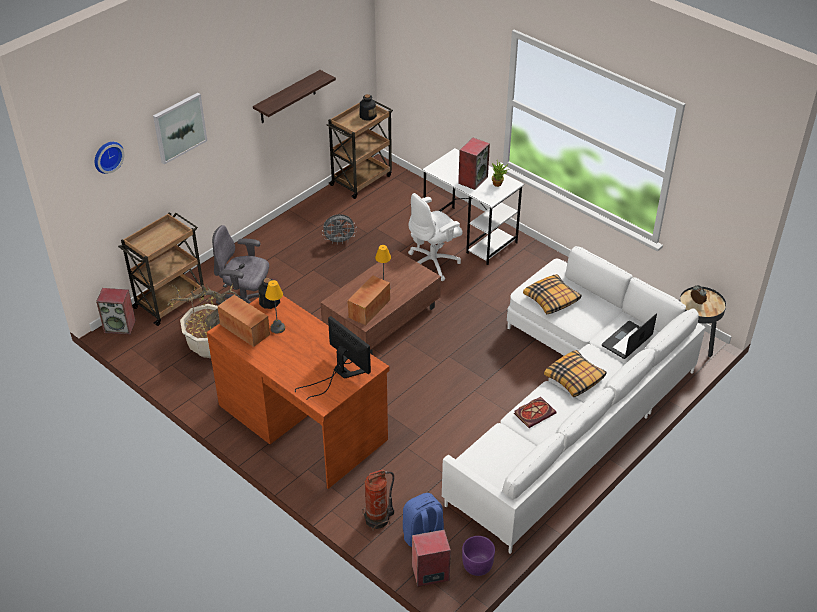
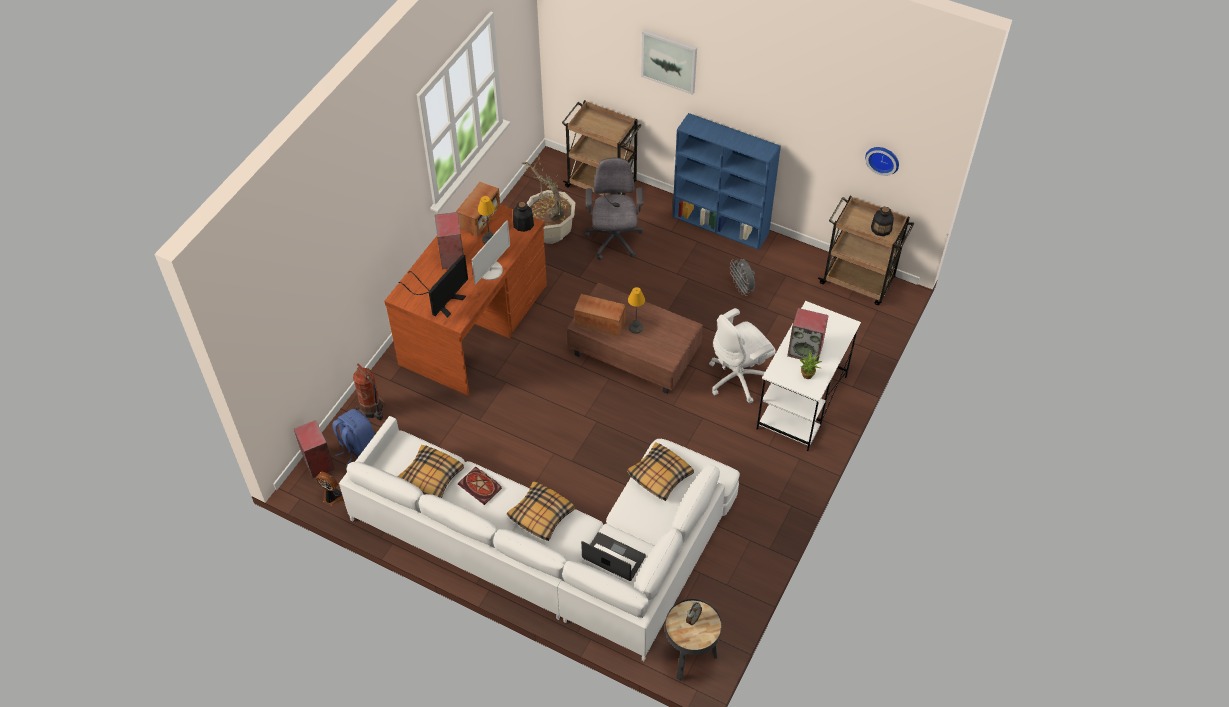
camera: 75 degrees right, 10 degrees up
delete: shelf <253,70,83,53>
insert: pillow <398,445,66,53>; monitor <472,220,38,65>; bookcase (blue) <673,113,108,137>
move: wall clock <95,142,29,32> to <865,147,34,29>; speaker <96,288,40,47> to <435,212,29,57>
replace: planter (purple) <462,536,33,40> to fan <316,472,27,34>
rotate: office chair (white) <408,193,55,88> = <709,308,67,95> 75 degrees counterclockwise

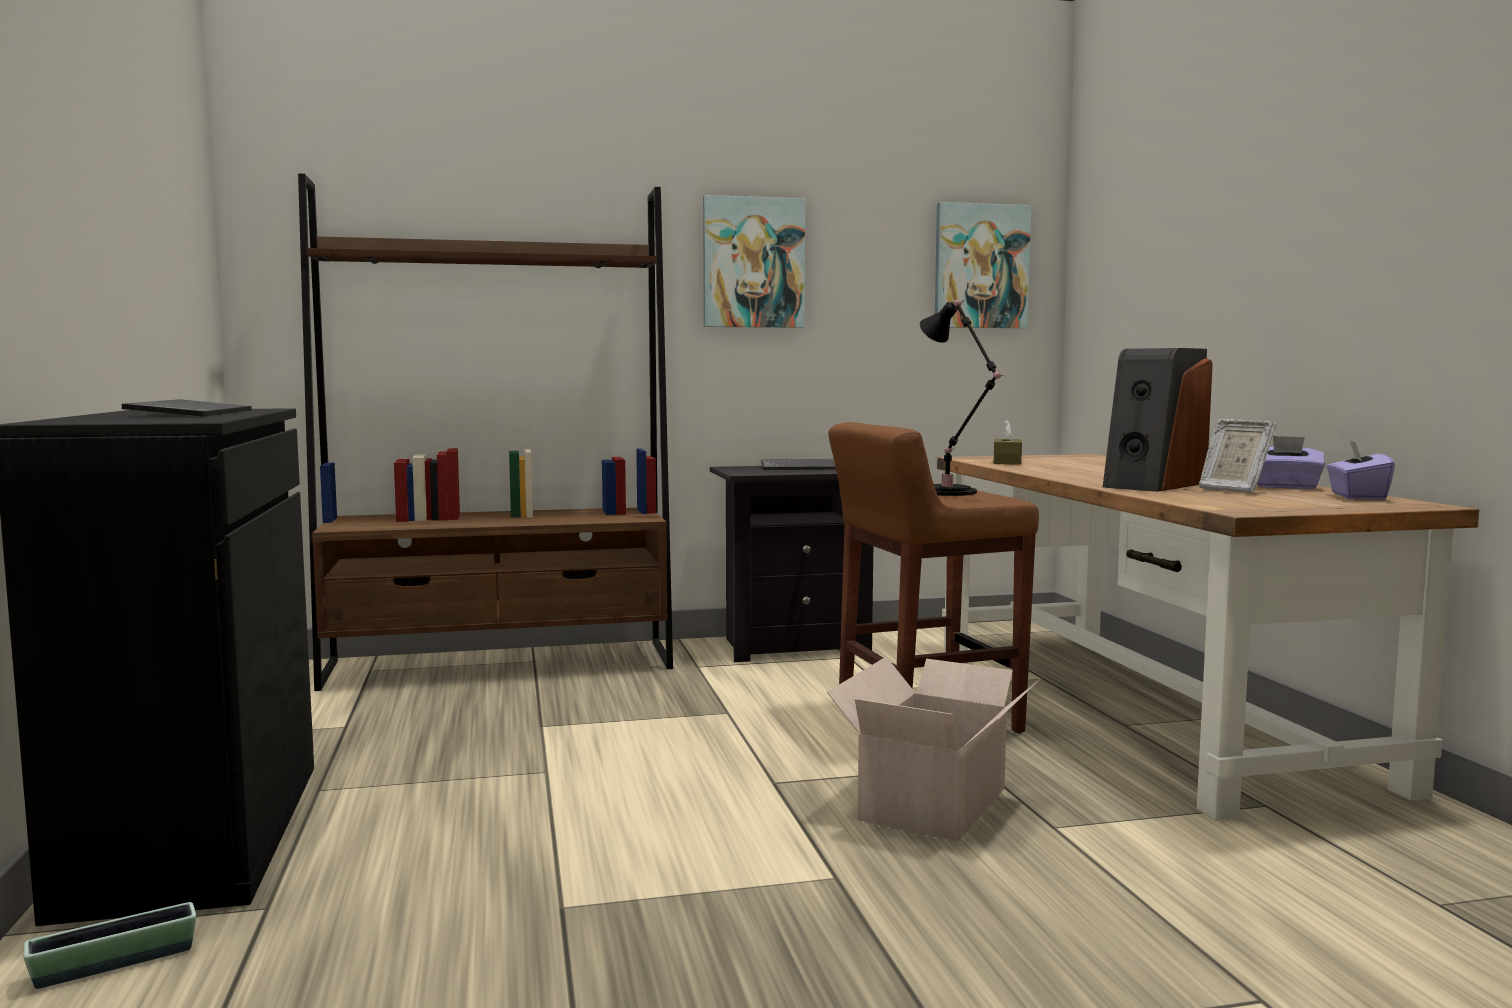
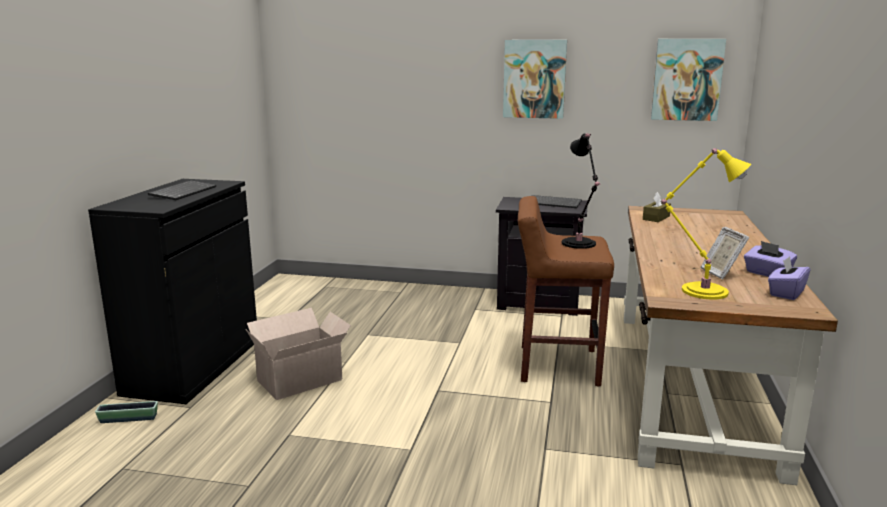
camera: 25 degrees right, 10 degrees up
delete: bookcase (brown) <298,173,375,518>; speaker <1103,348,110,144>
insert: table lamp (yellow) <661,148,90,152>
move: cardboard box <827,657,214,185> to <246,308,105,92>

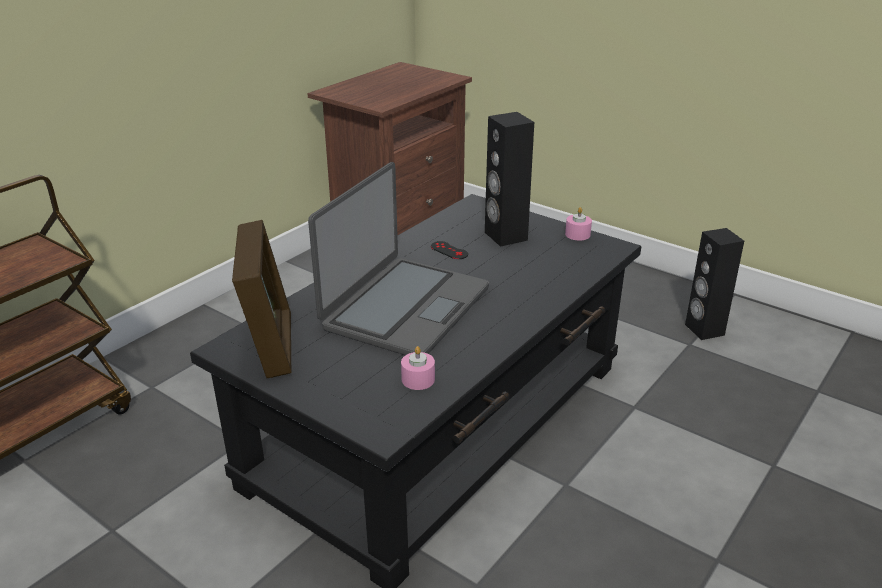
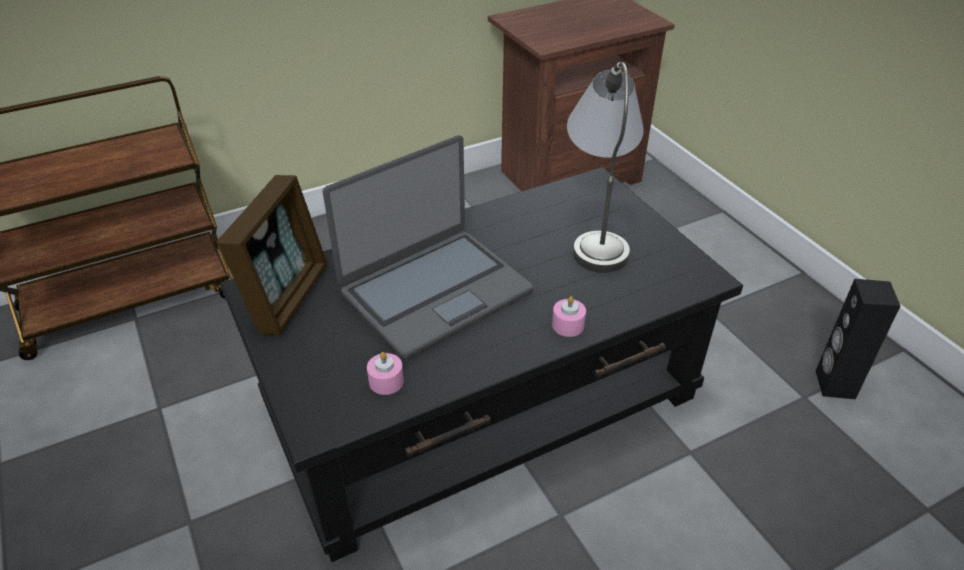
camera: 25 degrees right, 10 degrees up
delete: game controller (black) <431,241,37,18>
move: candle (pink) <565,207,27,33> to <552,296,34,41>
replace: speaker (black) <485,112,49,135> to table lamp (grey) <567,62,77,211>

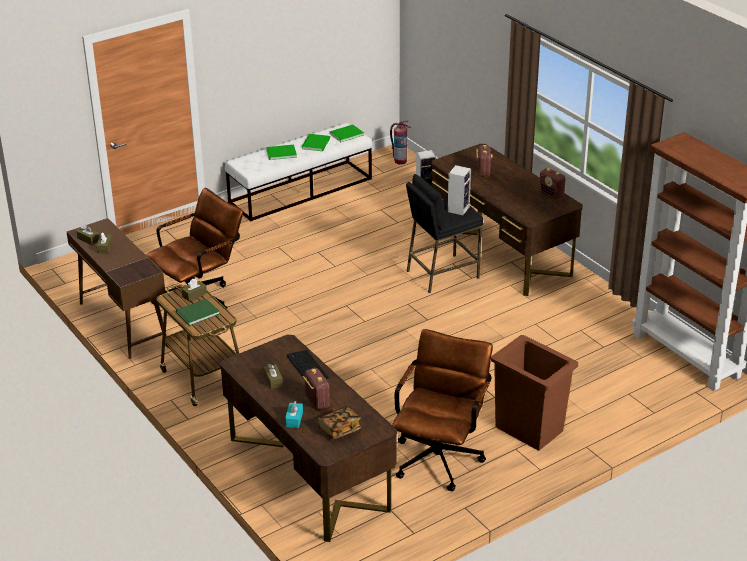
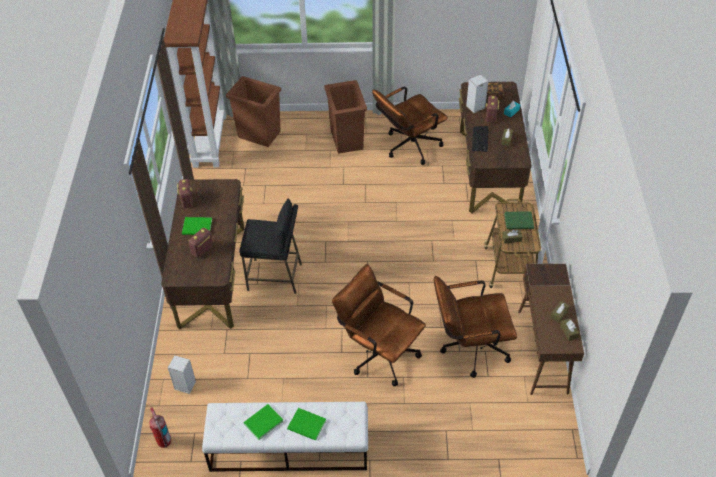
camera: 145 degrees left, 15 degrees up
insert: trash can (brown) <226,76,55,71>; office chair (brown) <332,264,94,123>
move: book (green) <329,125,35,17> to <182,217,30,18>; speaker <448,165,23,50> to <466,74,22,39>

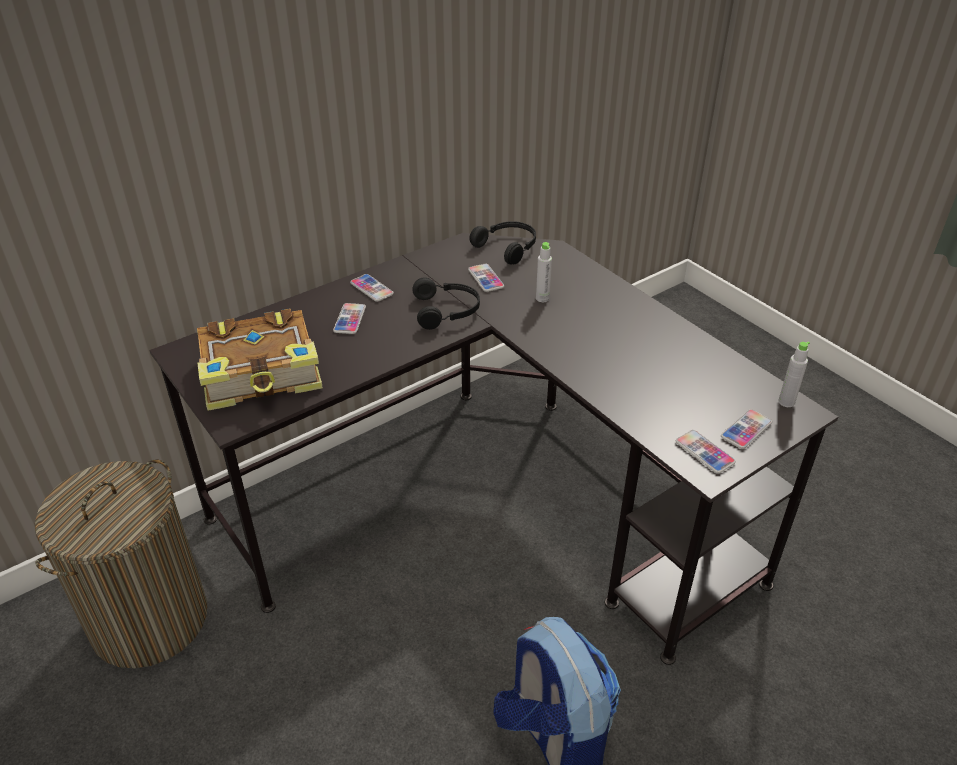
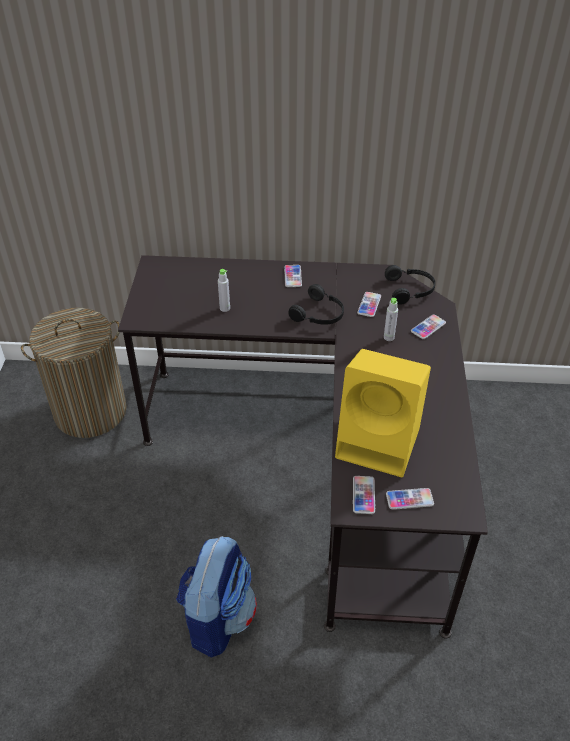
camera: 40 degrees right, 5 degrees up
delete: book <197,309,126,102>
insert: speaker (yellow) <335,349,96,128>
move: phone <333,303,33,31> to <411,314,35,25>; bottle (grey) <778,341,32,66> to <218,269,12,43>

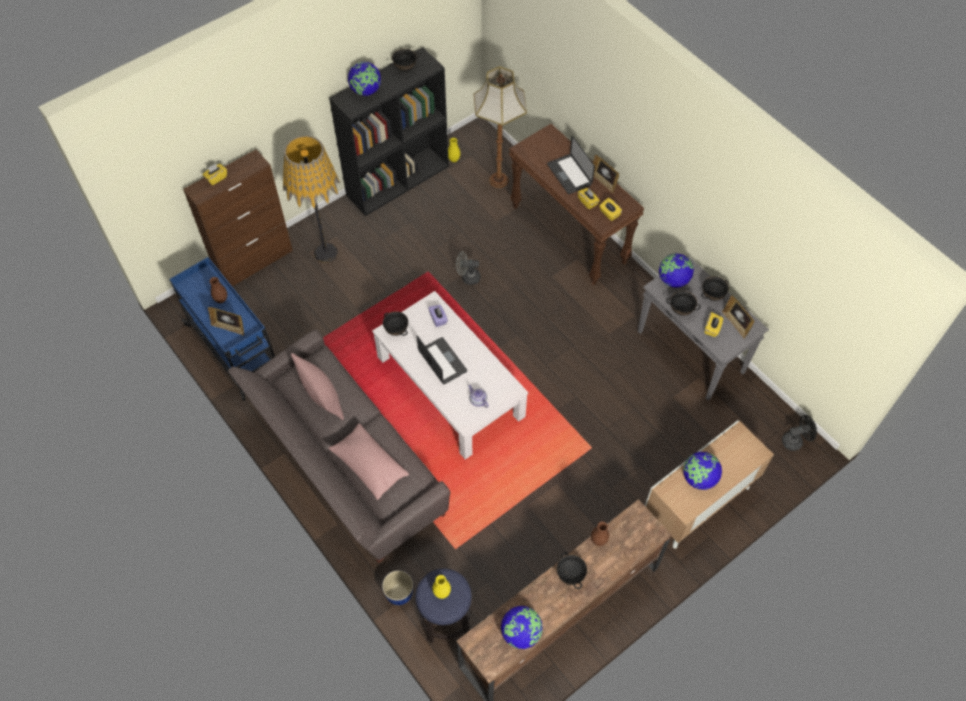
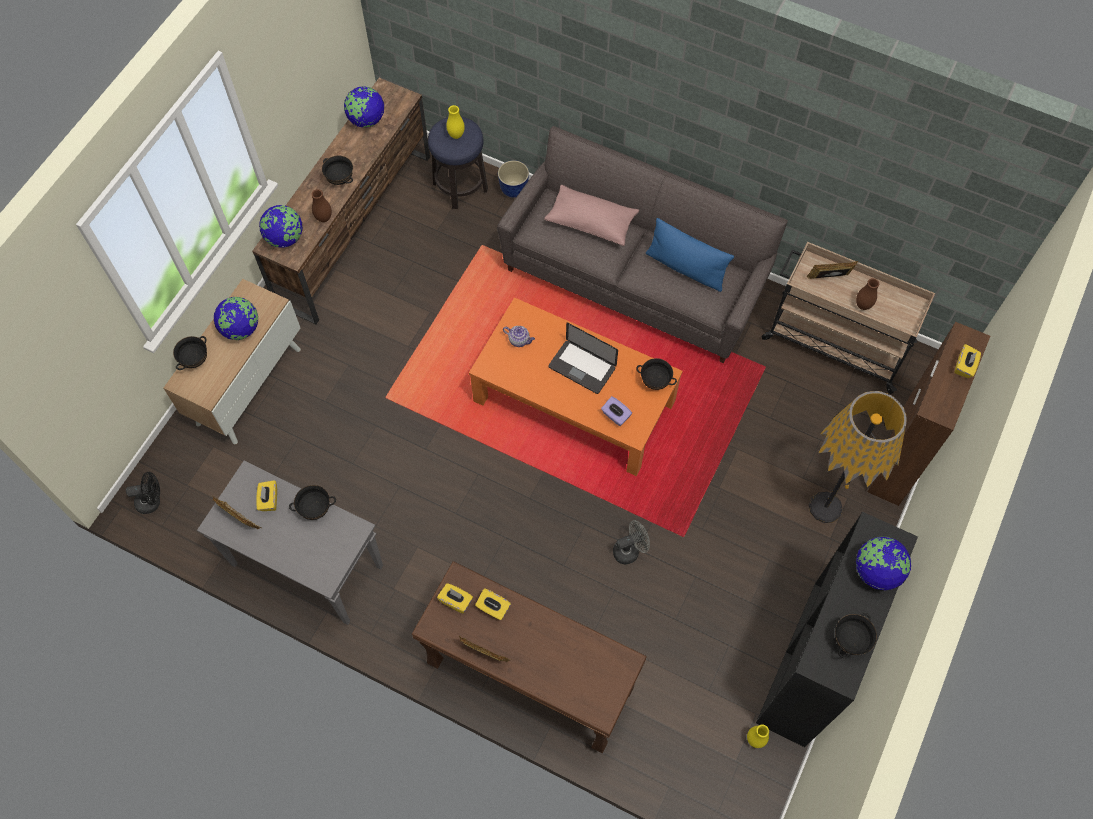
camera: 155 degrees right, 5 degrees up
delete: floor lamp <474,66,53,122>; laptop <547,136,48,58>
move: globe <659,253,35,35> to <259,205,44,43>; bowl (black) <701,276,28,25> to <173,336,34,34>
recolor: cart (blue) <169,257,106,143> to cart (beige) <762,242,173,152>; pillow (pink) <291,353,53,67> to pillow (blue) <646,218,88,74>; coffee table (white) <372,291,156,169> to coffee table (orange) <469,297,214,179>
rotate: fan (black) <782,415,35,36> = <126,472,34,42> 150 degrees counterclockwise

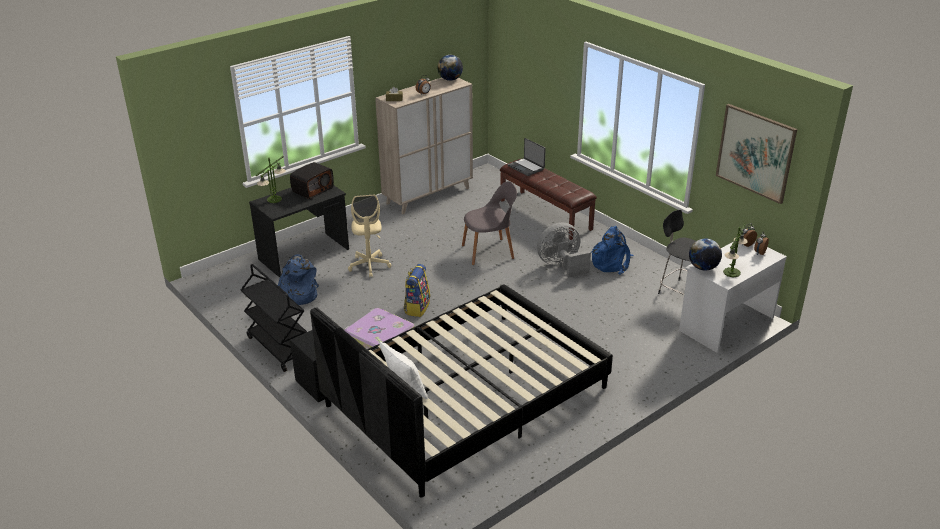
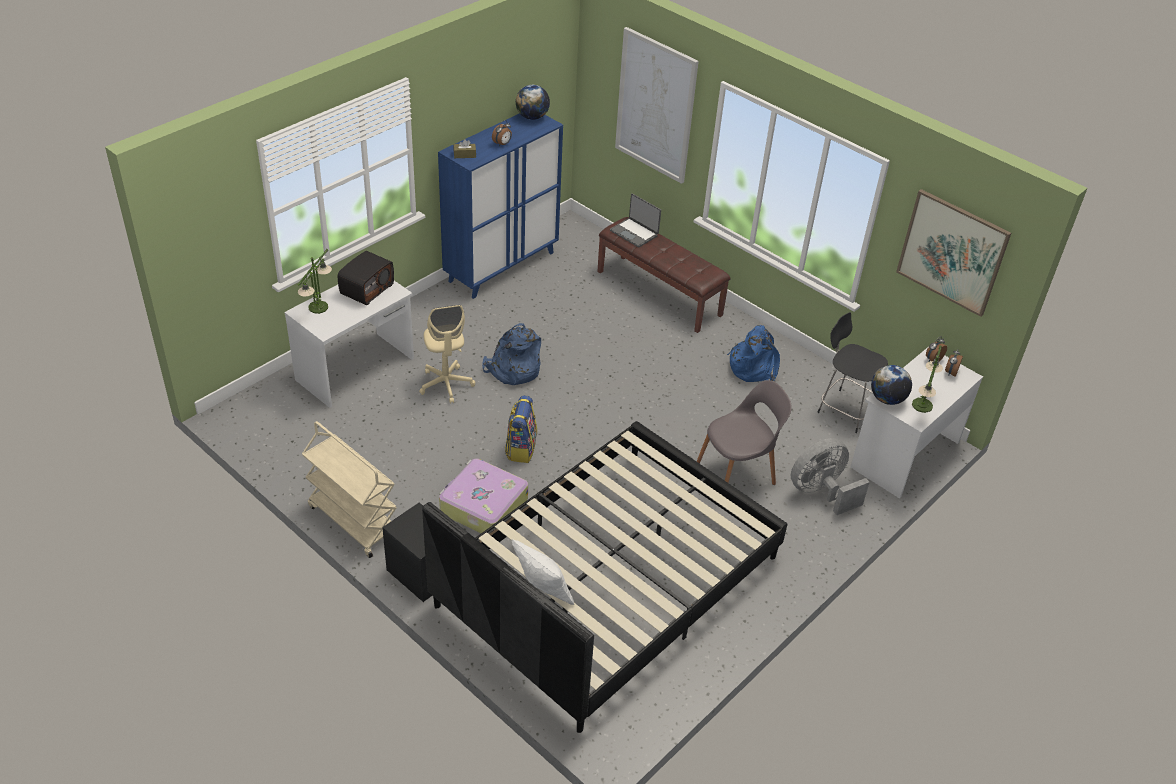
camera: 10 degrees left, 10 degrees up
insert: picture <615,27,84,157>
move: backpack (blue) <278,254,41,51> to <482,323,59,62>; chair (grey) <462,181,55,84> to <697,380,95,105>; fan (grey) <537,223,54,55> to <791,438,79,77>
recolor: cart (black) <241,264,66,108> to cart (beige) <302,421,95,137>; desk (black) <249,185,100,92> to desk (white) <284,281,130,127>; cabinet (beige) <375,78,98,137> to cabinet (blue) <438,113,125,186>

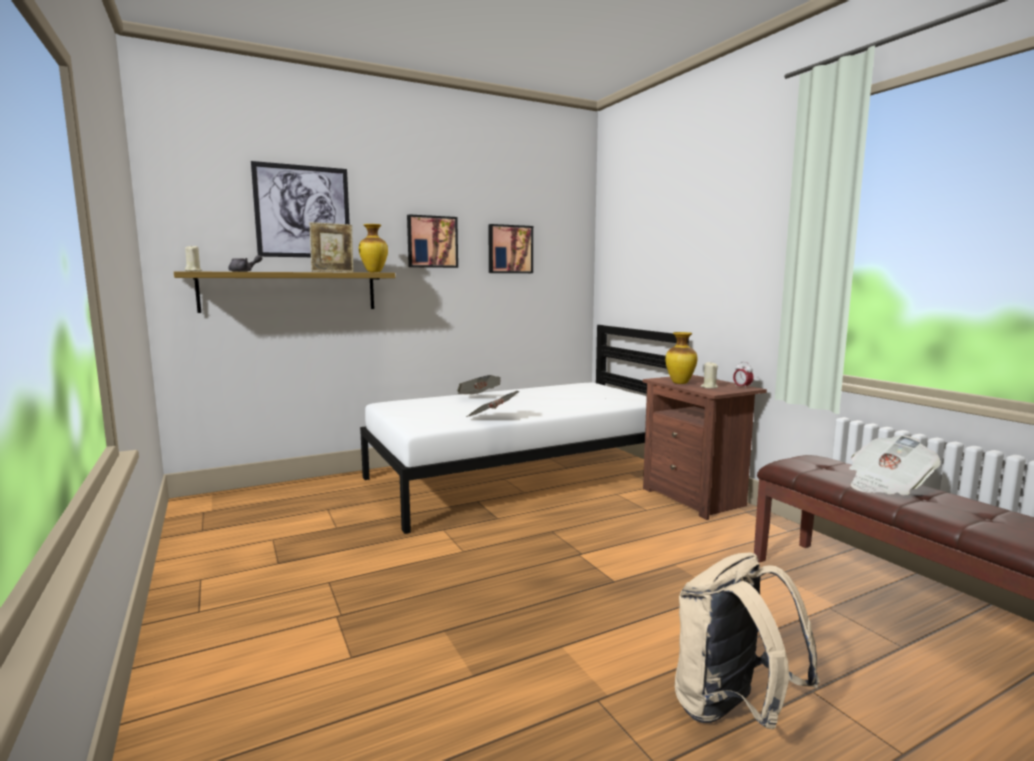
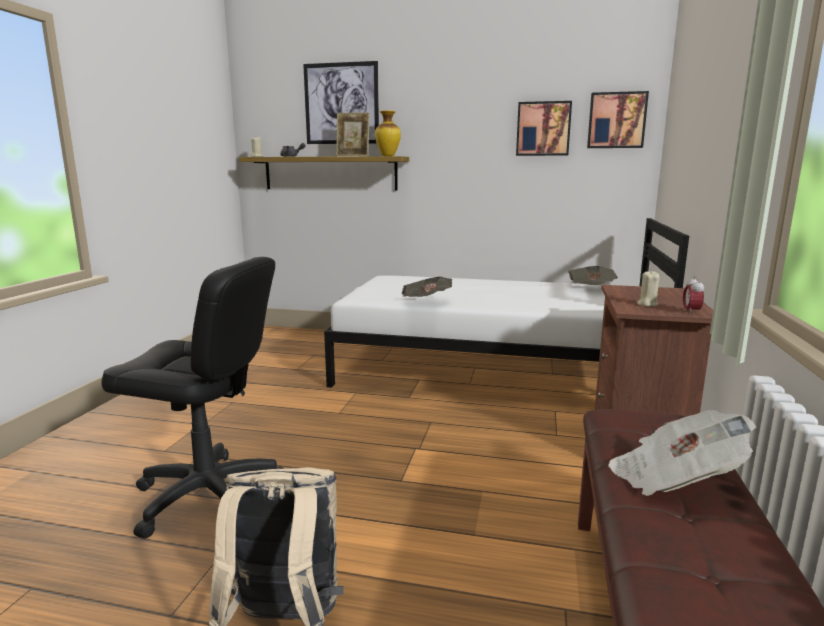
camera: 40 degrees right, 5 degrees up
delete: vase <665,332,33,52>
insert: office chair (black) <101,257,183,282>
move: picture <407,214,51,54> to <587,91,62,57>; newspaper <457,375,44,19> to <568,266,50,19>

